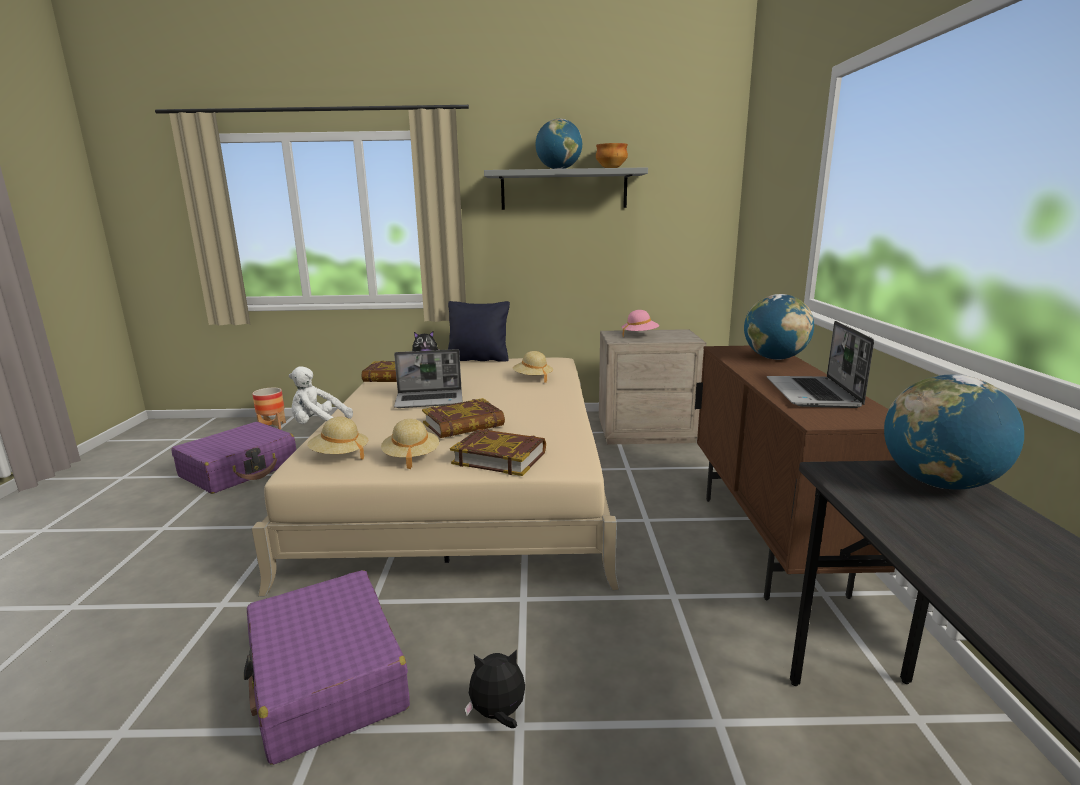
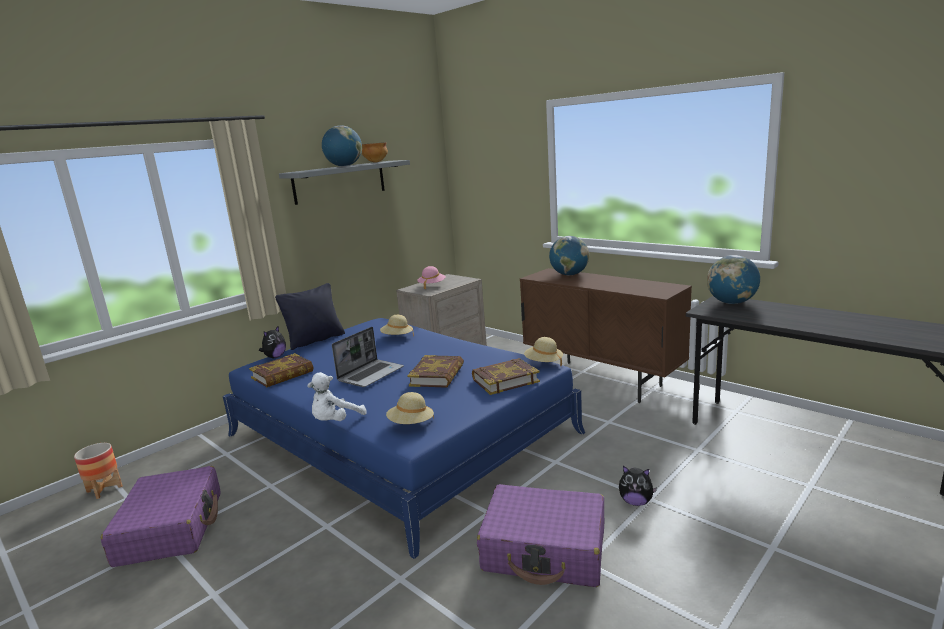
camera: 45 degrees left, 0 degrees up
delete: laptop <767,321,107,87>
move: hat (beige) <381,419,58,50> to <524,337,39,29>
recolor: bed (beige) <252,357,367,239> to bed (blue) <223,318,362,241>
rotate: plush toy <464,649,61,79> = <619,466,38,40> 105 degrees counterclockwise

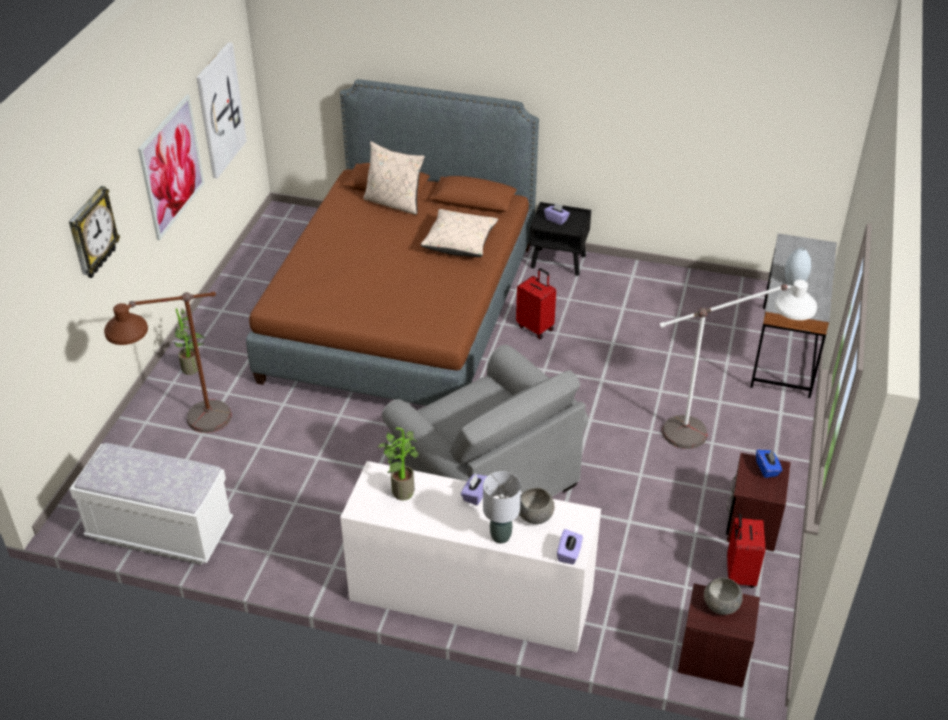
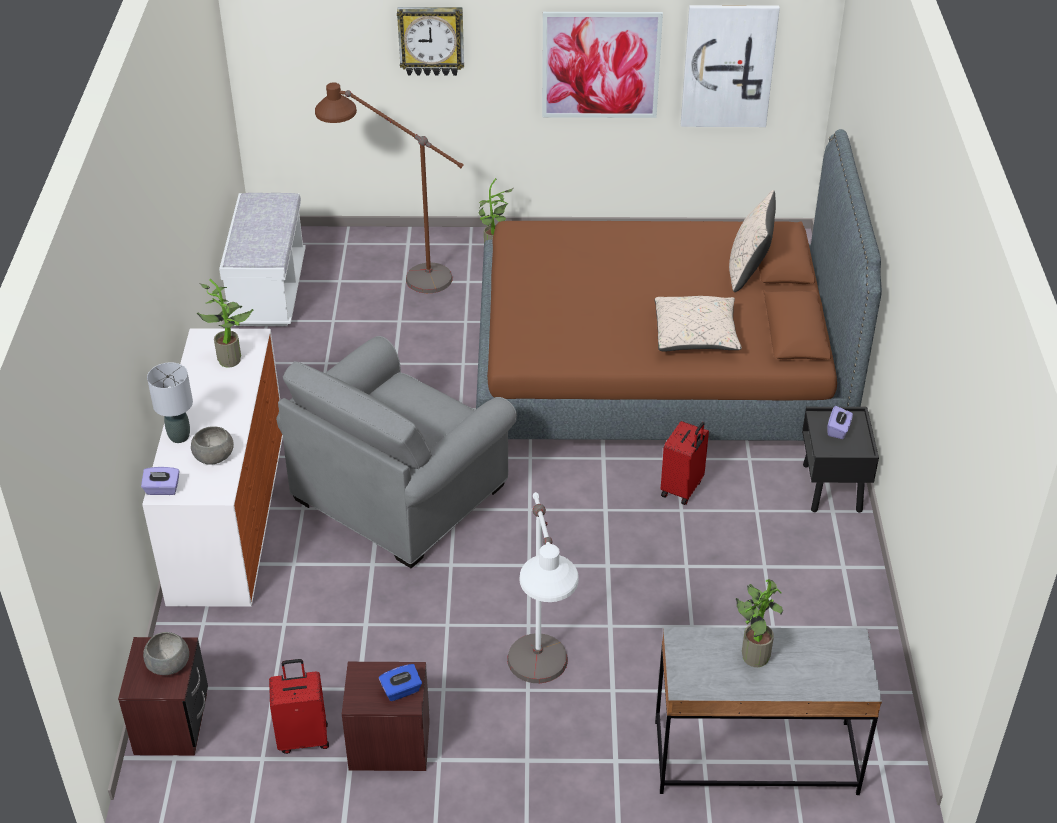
camera: 75 degrees right, 0 degrees up
delete: tissue box (purple) <461,474,26,31>
replace: vase (grey) <785,247,26,39> to potted plant <736,579,47,88>

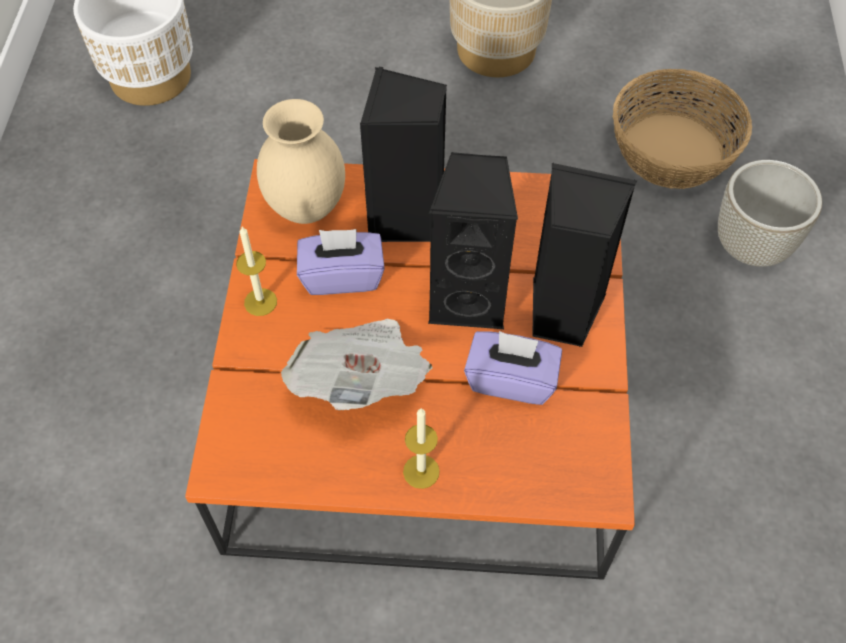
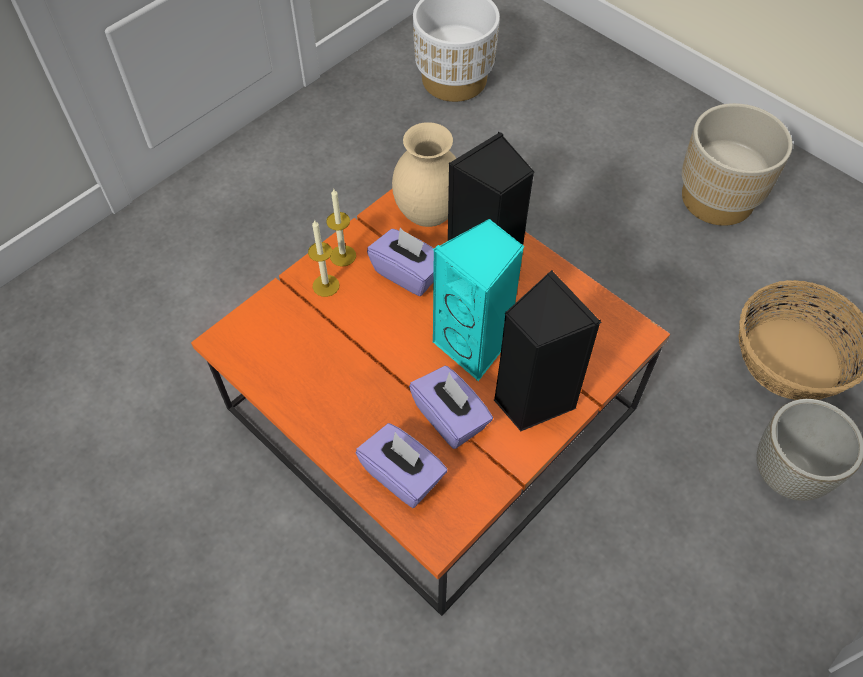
camera: 40 degrees right, 0 degrees up
delete: newspaper <281,319,151,91>
insert: tissue box (purple) <356,423,92,85>
move: candle <403,408,37,81> to <308,220,32,77>
recolor: speaker (black) <428,152,90,178> to speaker (turquoise) <432,219,92,162>

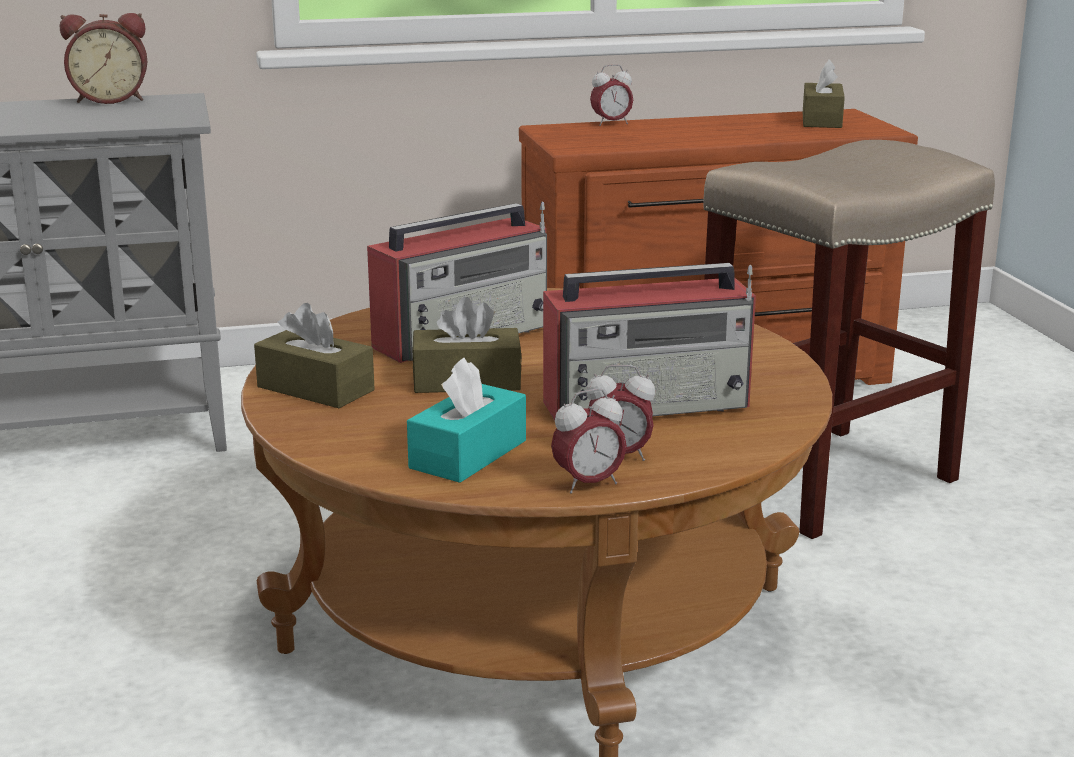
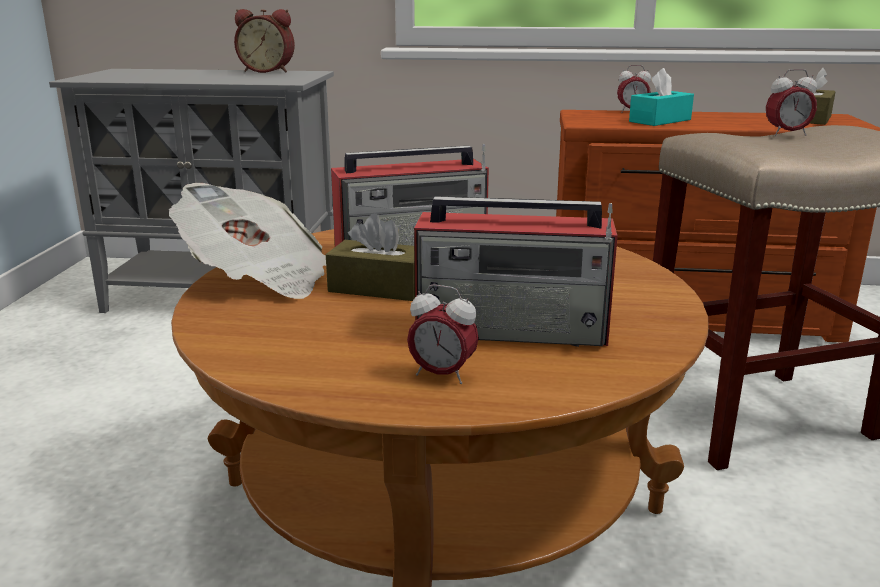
camera: 20 degrees right, 0 degrees up
move: tissue box (turquoise) <407,358,119,125> to <629,68,65,58>; alarm clock <551,388,76,105> to <766,69,51,67>
replace: tissue box (brown) <254,303,121,105> to newspaper <169,183,157,116>

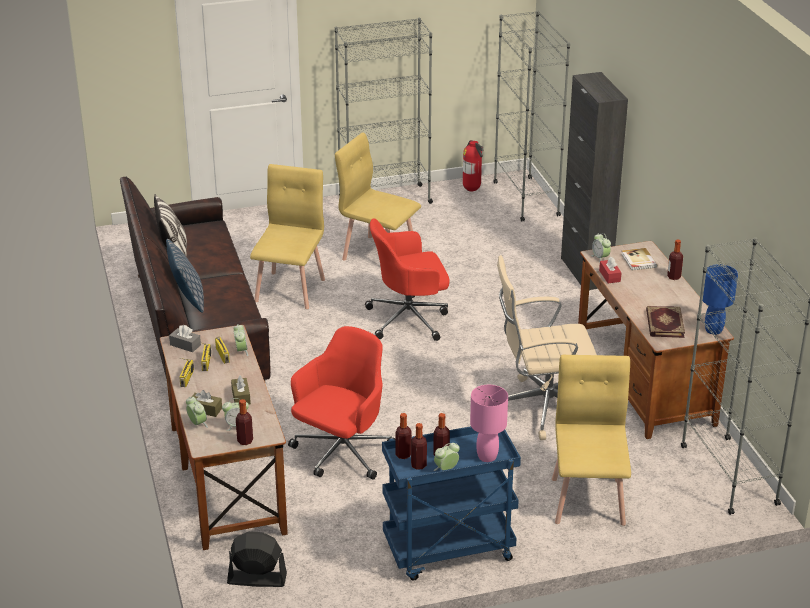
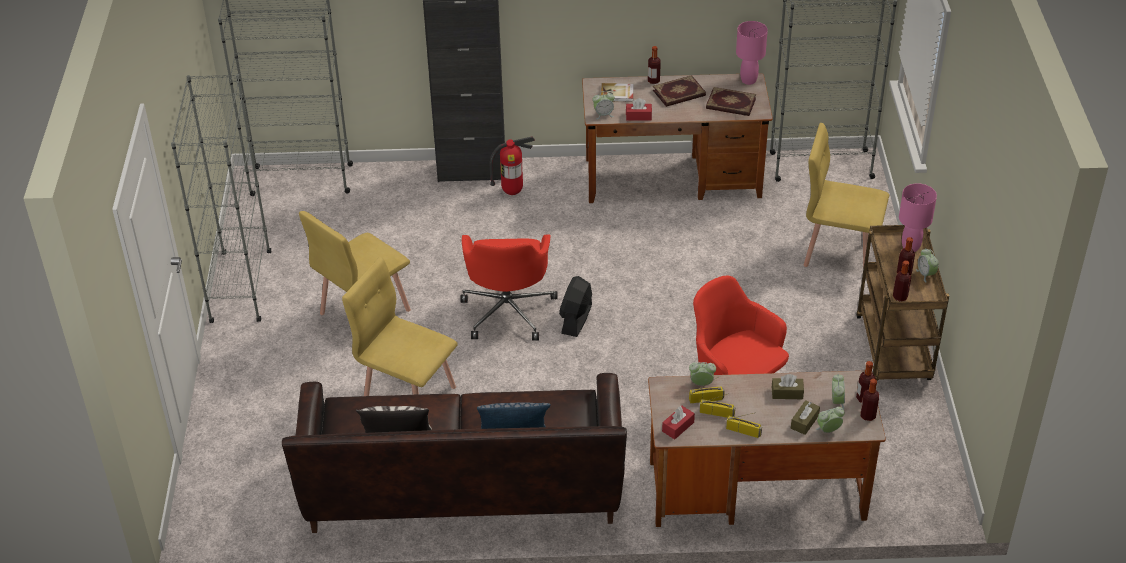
camera: 75 degrees left, 10 degrees up
delete: office chair (beige) <497,255,100,185>
insert: book <653,75,53,32>
move: fan (black) <227,532,60,55> to <559,276,33,61>; bottle <411,423,16,47> to <860,378,19,43>; fire extinguisher <463,140,21,51> to <490,137,45,58>
recolor: tissue box (grey) <169,325,32,27> to tissue box (red) <662,406,33,33>; cart (blue) <382,426,139,154> to cart (brown) <856,225,93,155>; table lamp (blue) <703,264,35,71> to table lamp (pink) <736,21,32,64>

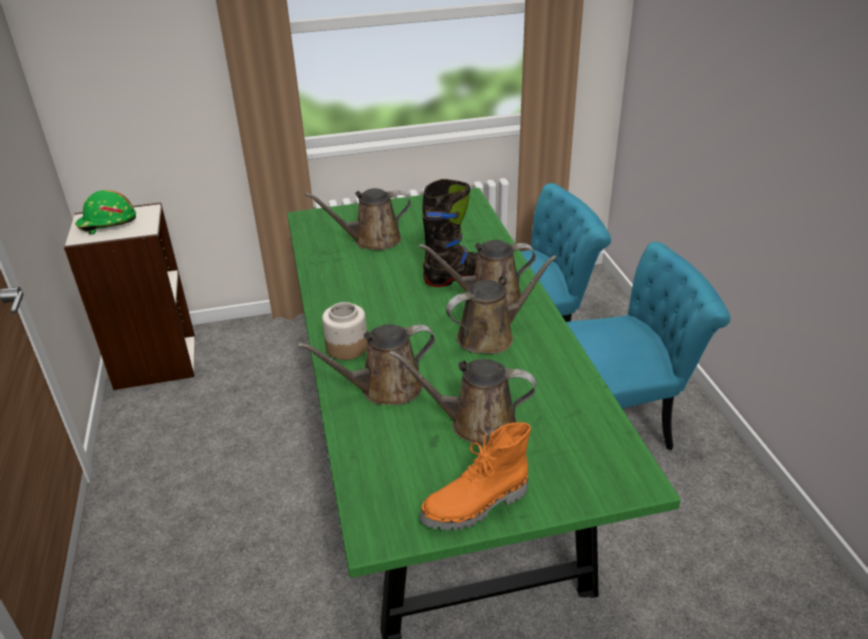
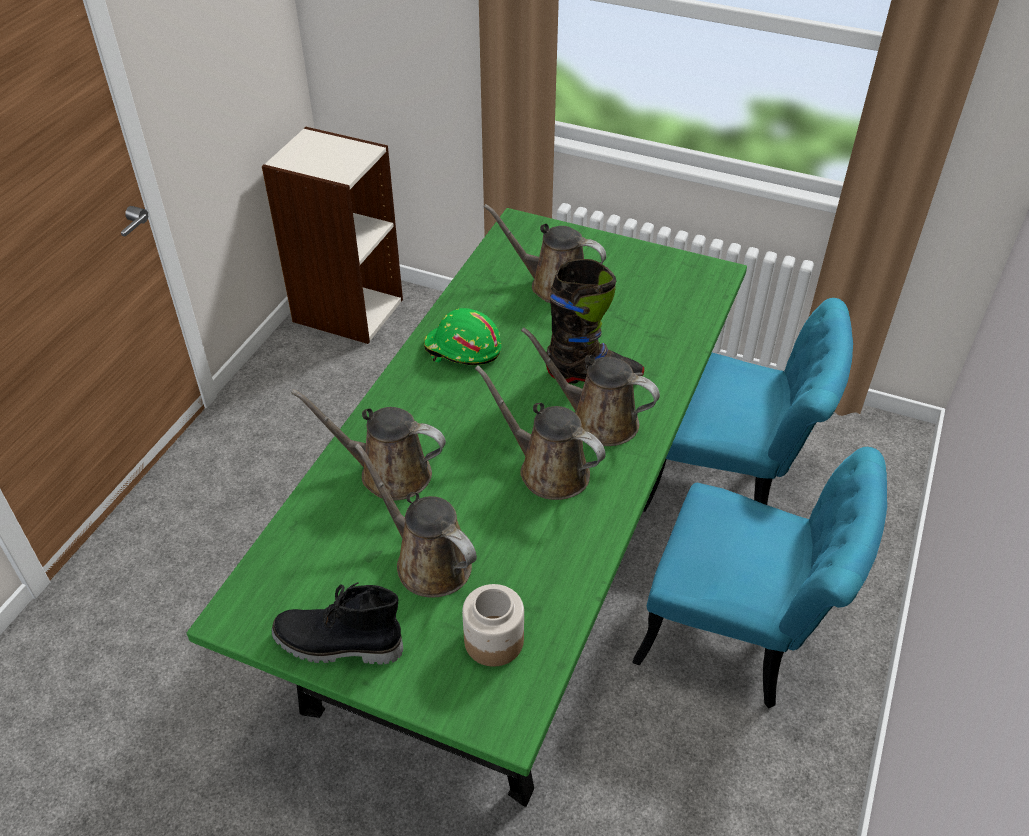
camera: 35 degrees right, 10 degrees up
move: hard hat (green) <75,190,61,44> to <424,308,77,57>; jar <322,302,46,58> to <462,584,62,83>
recolor: boot (orange) <419,422,112,109> to boot (black) <272,582,131,82>
rotate: watering can (brown) <446,255,111,99> = <475,365,131,135> 150 degrees counterclockwise

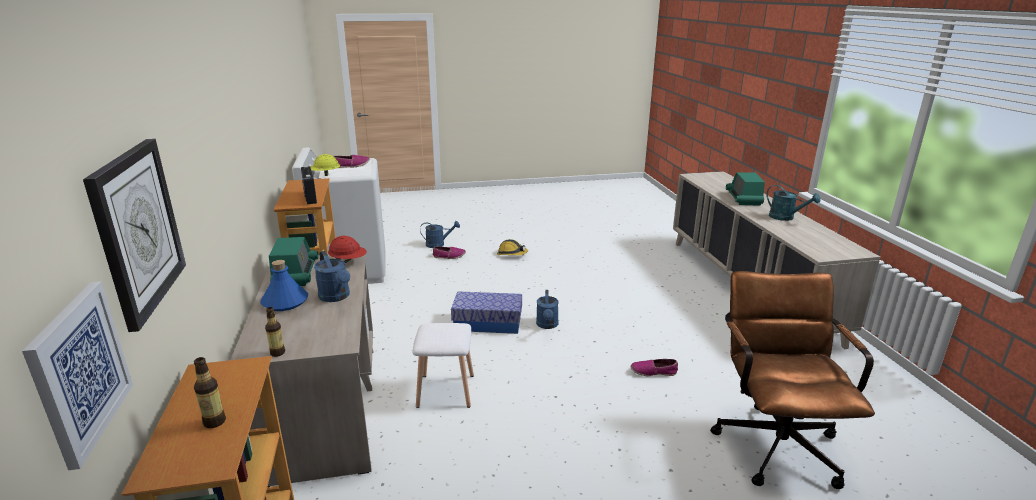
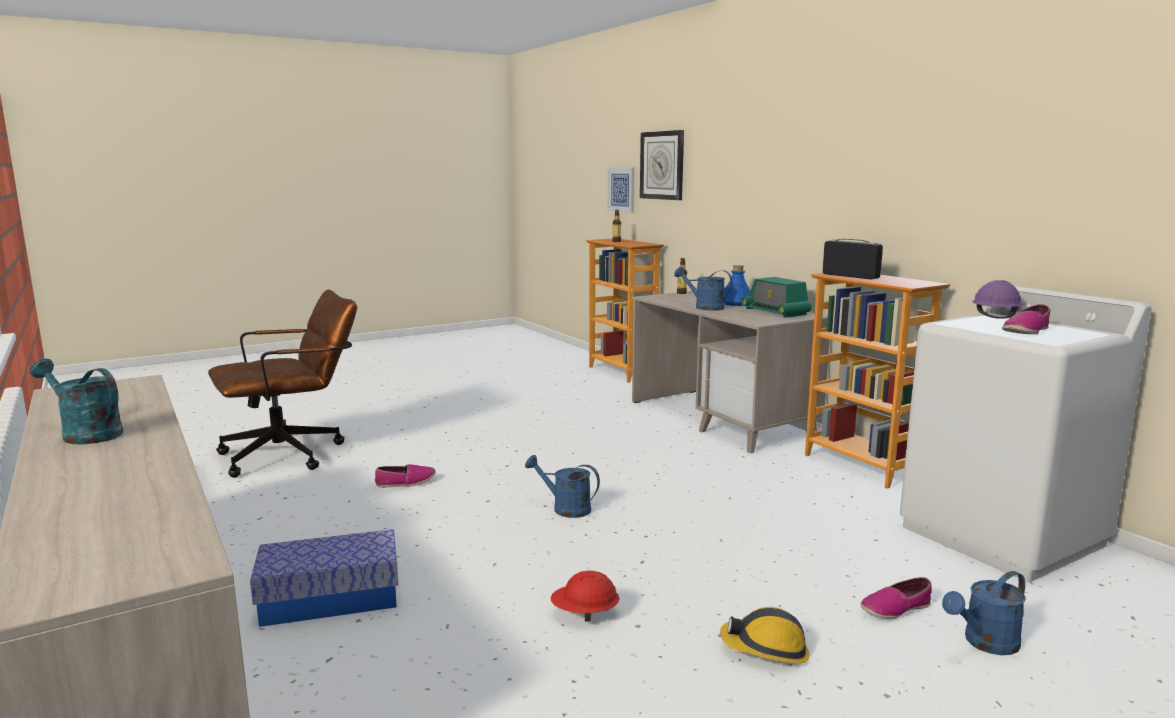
camera: 160 degrees right, 10 degrees down
delete: stool (white) <412,323,62,85>; radio <726,172,39,34>
move: hard hat (red) <328,236,39,27> to <551,571,68,51>; storage box <451,291,71,43> to <250,529,148,98>
recolor: hard hat (yellow) <310,154,30,22> to hard hat (purple) <972,280,54,39>
rotate: watering can (blue) <536,290,23,39> = <525,455,75,63> 45 degrees counterclockwise; office chair (brown) <710,271,165,218> = <208,290,149,188> 105 degrees counterclockwise

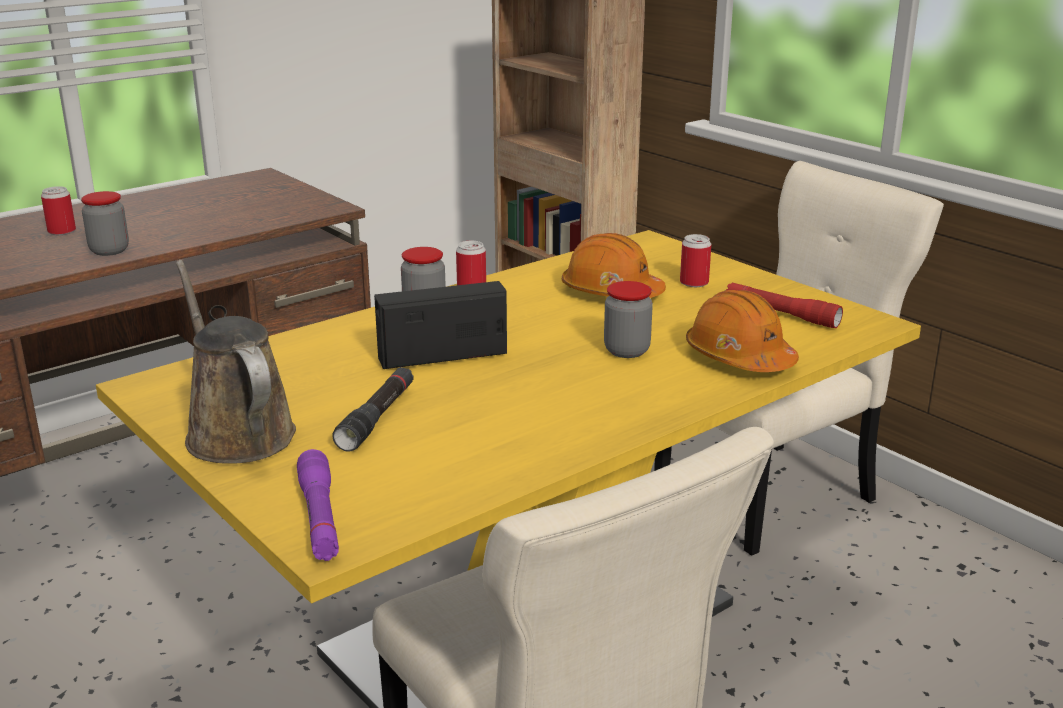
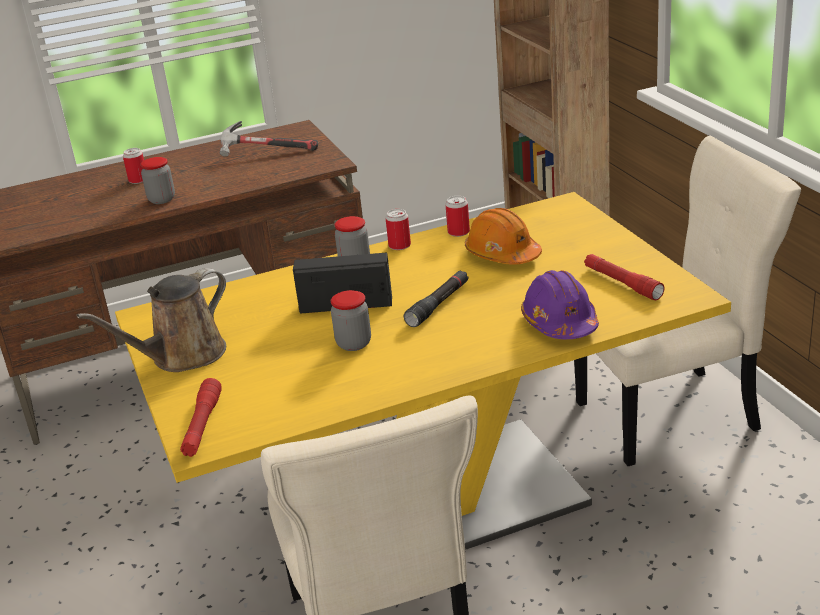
camera: 20 degrees right, 5 degrees up
insert: hammer <220,121,98,36>
move: flashlight (black) <332,367,82,85> to <404,270,64,57>; jar <604,281,49,77> to <331,290,40,61>; can <680,234,31,53> to <445,196,25,41>
recolor: flashlight (purple) <297,449,42,112> to flashlight (red) <180,378,42,79>; hard hat (orange) <686,290,113,82> to hard hat (purple) <521,270,78,69>
rotate: watering can (brown) <176,260,120,204> = <77,268,149,104> 120 degrees counterclockwise

